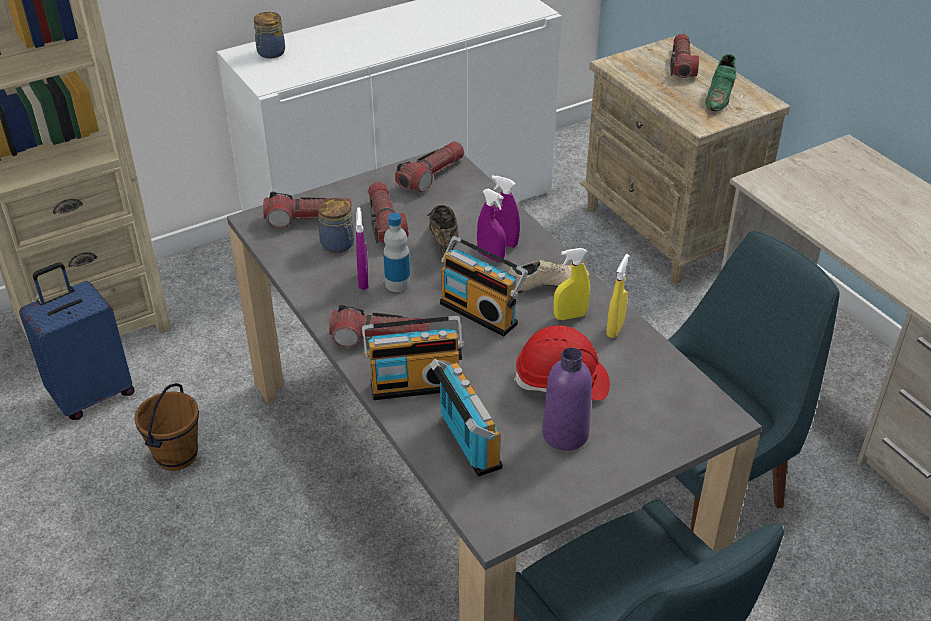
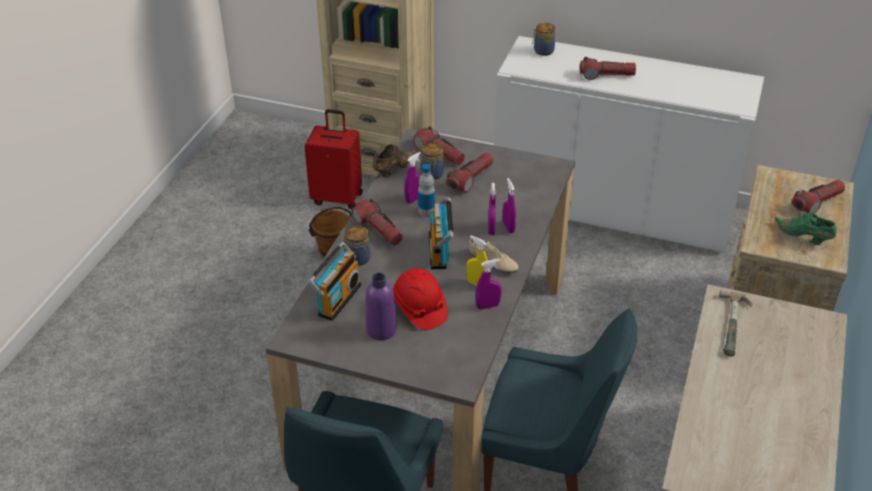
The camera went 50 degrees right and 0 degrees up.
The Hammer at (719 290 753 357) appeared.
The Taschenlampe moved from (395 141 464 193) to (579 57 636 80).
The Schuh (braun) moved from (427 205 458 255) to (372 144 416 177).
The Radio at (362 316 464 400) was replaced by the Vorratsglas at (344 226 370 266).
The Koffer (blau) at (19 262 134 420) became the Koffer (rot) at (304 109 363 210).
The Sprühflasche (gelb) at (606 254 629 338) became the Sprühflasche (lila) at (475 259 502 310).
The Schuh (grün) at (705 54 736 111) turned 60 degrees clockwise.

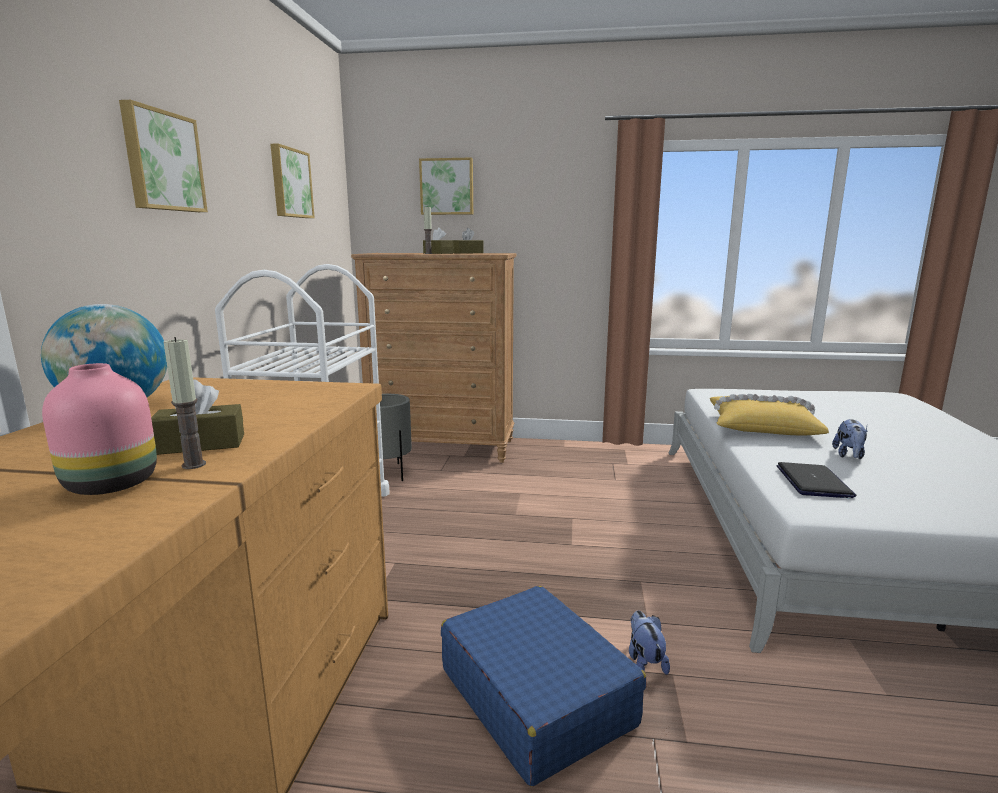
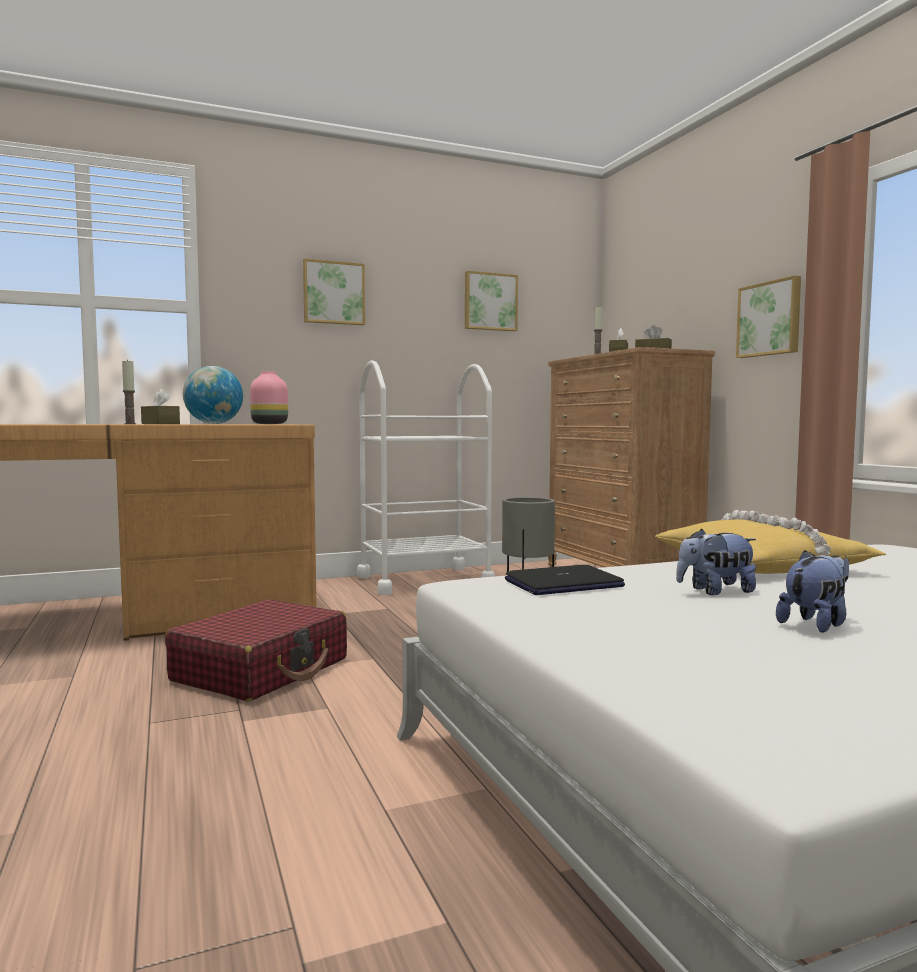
The camera went 60 degrees right and 10 degrees down.
The Vase (rosa) moved from (42 363 157 495) to (250 371 288 424).
The Bild moved from (419 158 473 215) to (736 275 801 358).
The Plüschtier moved from (629 610 670 675) to (776 550 849 632).
The Koffer (blau) at (441 586 647 787) became the Koffer (rot) at (165 599 347 701).

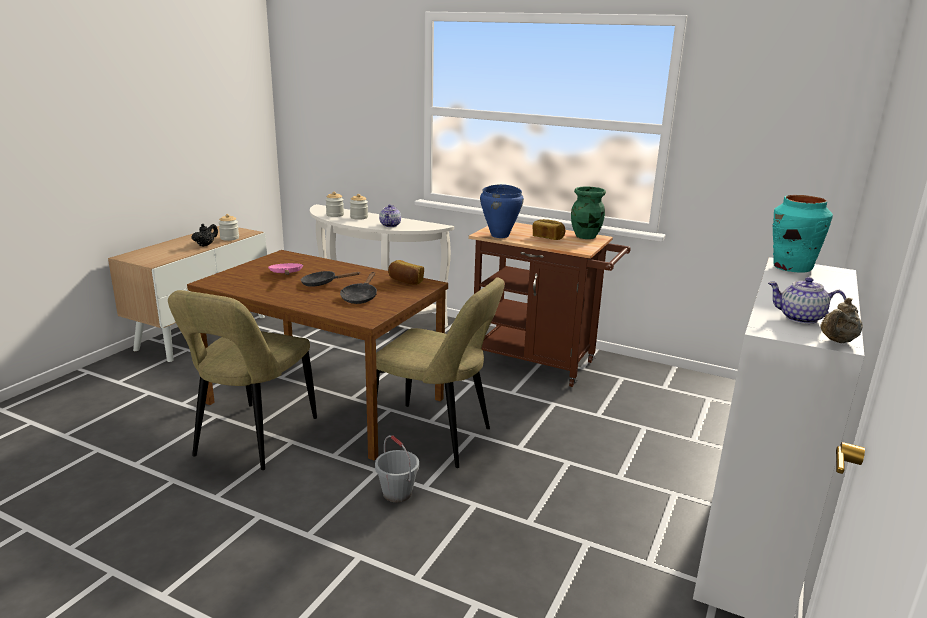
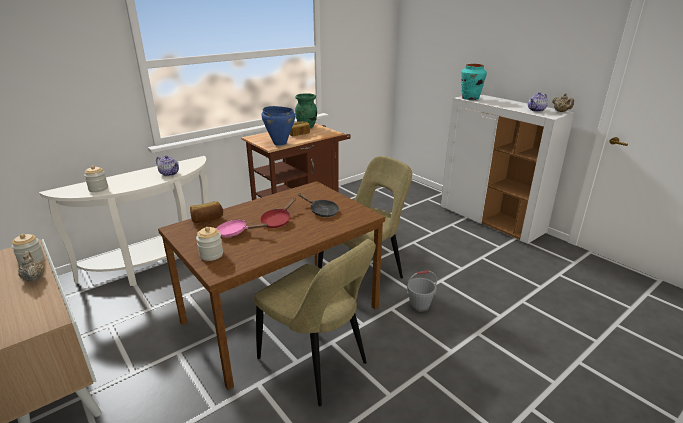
The camera went 65 degrees left and 5 degrees up.
The Vorratsglas moved from (350 194 368 220) to (196 227 223 261).
The Brot moved from (388 260 424 285) to (190 201 223 223).
The Teekanne (schwarz) at (192 224 218 247) became the Teekanne (beige) at (18 251 44 282).
The Pfanne (schwarz) at (301 271 360 287) became the Pfanne (rot) at (260 198 296 228).

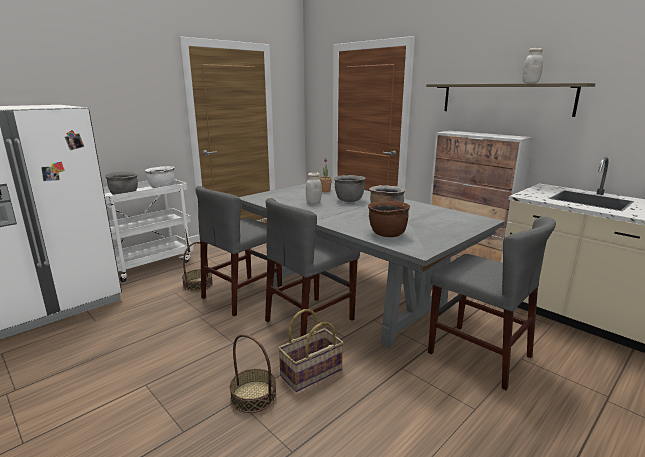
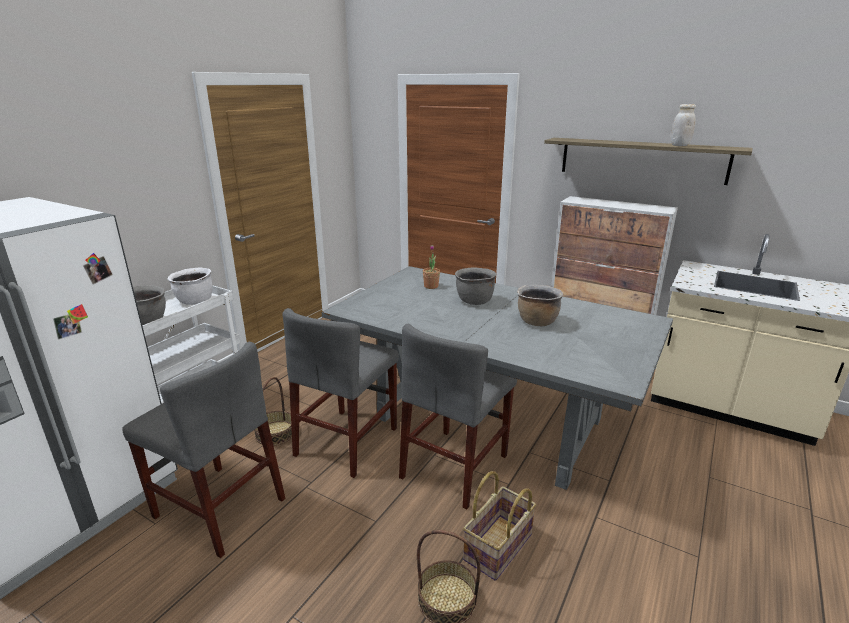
The camera went 15 degrees left and 5 degrees up.
The Vorratsglas (weiß) at (306 172 322 204) disappeared.
The Kochtopf (braun) at (368 201 410 237) disappeared.
The Stuhl (grau) moved from (428 217 556 390) to (122 342 285 558).

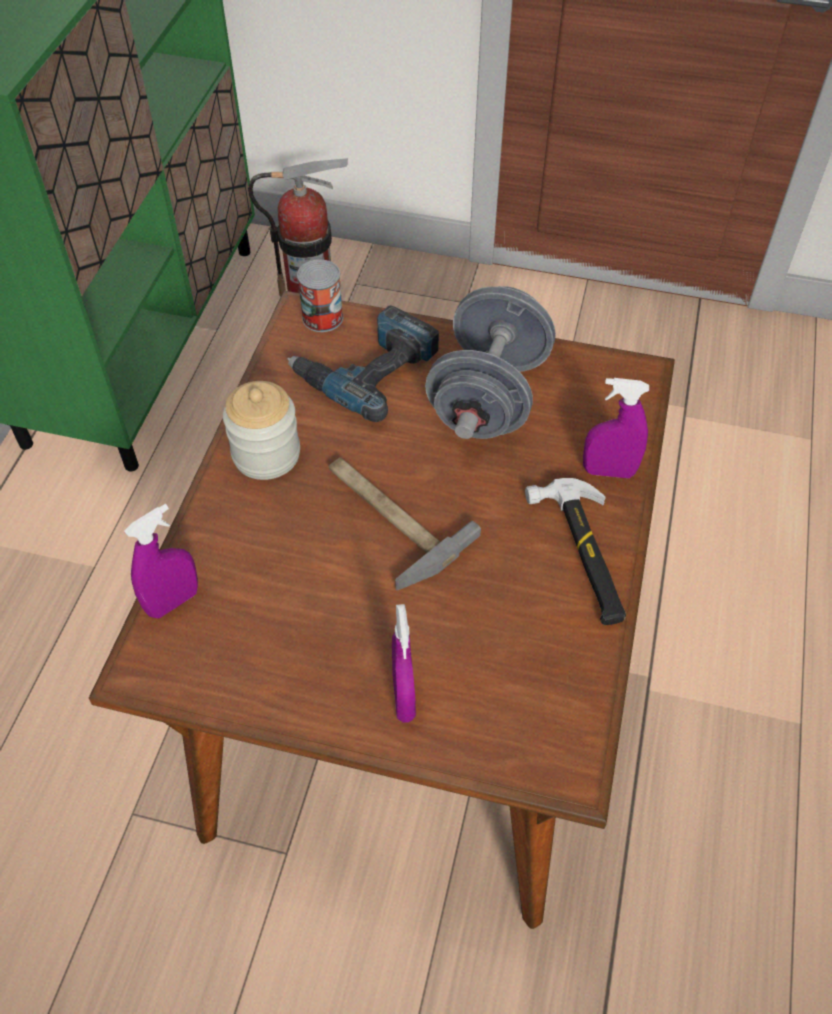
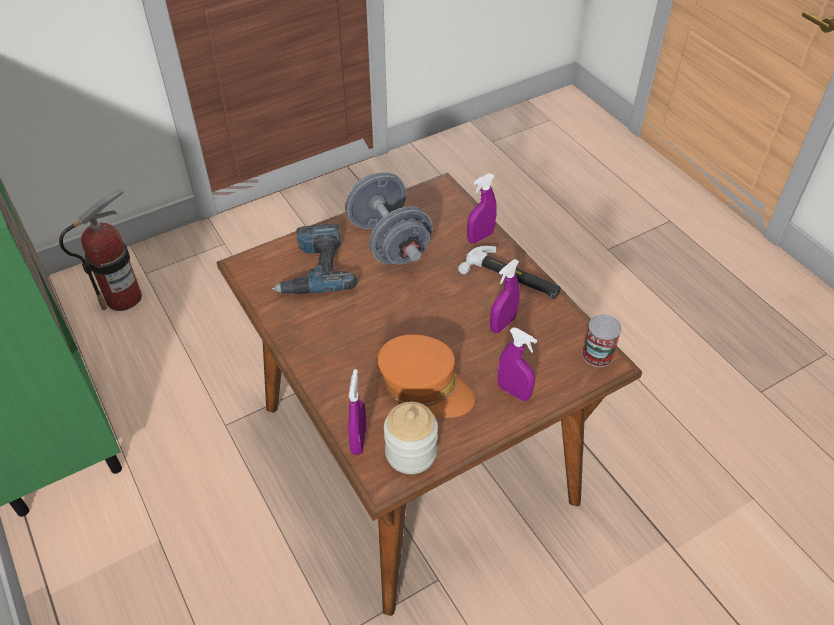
The camera went 45 degrees left and 5 degrees down.
The Hammer at (329 457 481 590) disappeared.
The Kappe (orange) at (378 334 475 418) appeared.
The Sprühflasche (lila) at (490 259 520 333) appeared.
The Vorratsglas moved from (223 381 300 480) to (384 402 438 474).
The Dose moved from (297 259 343 332) to (582 315 622 367).

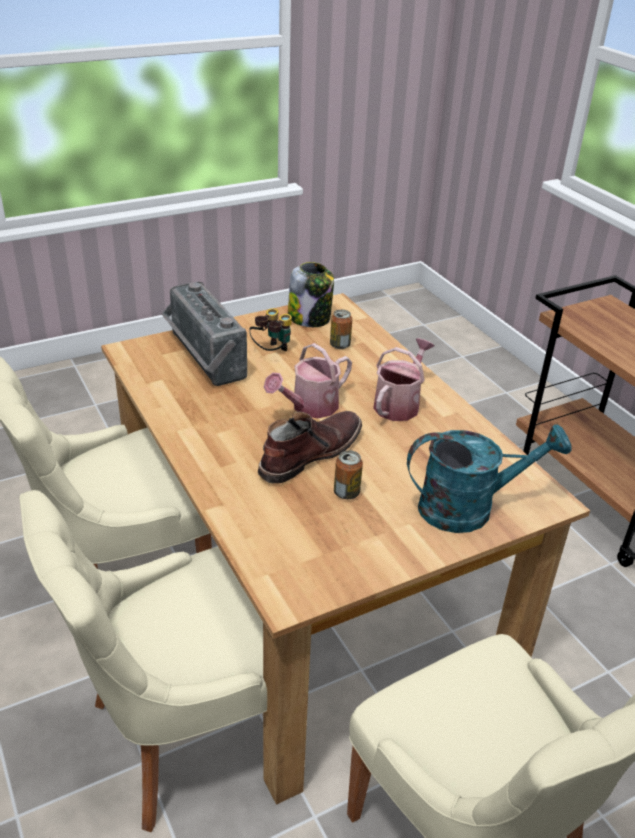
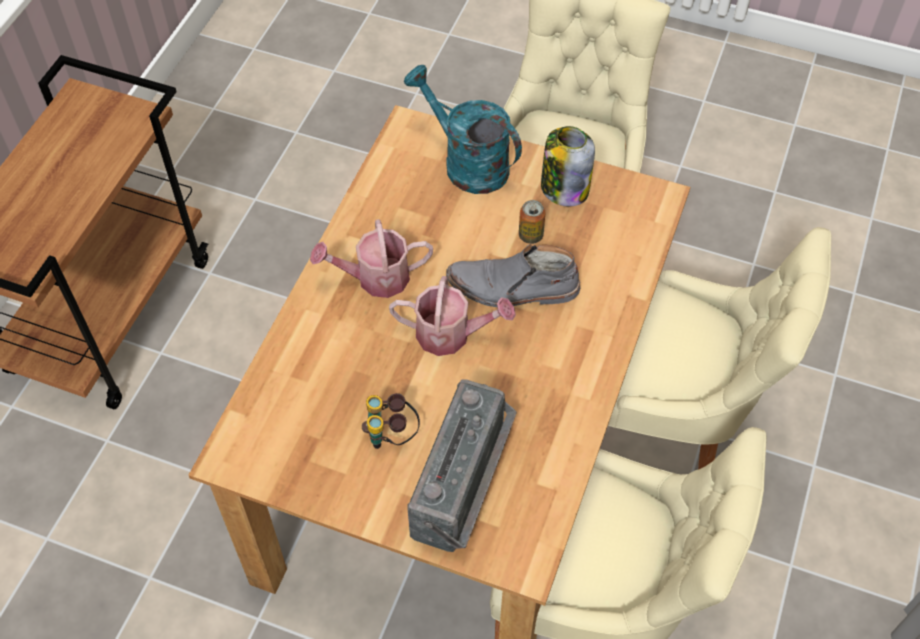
The camera went 130 degrees left and 20 degrees up.
The Dose at (330 309 352 349) disappeared.
The Vorratsglas moved from (288 262 334 327) to (541 126 595 207).
The Stiefel (braun) at (258 411 362 484) became the Stiefel (grau) at (446 244 580 307).

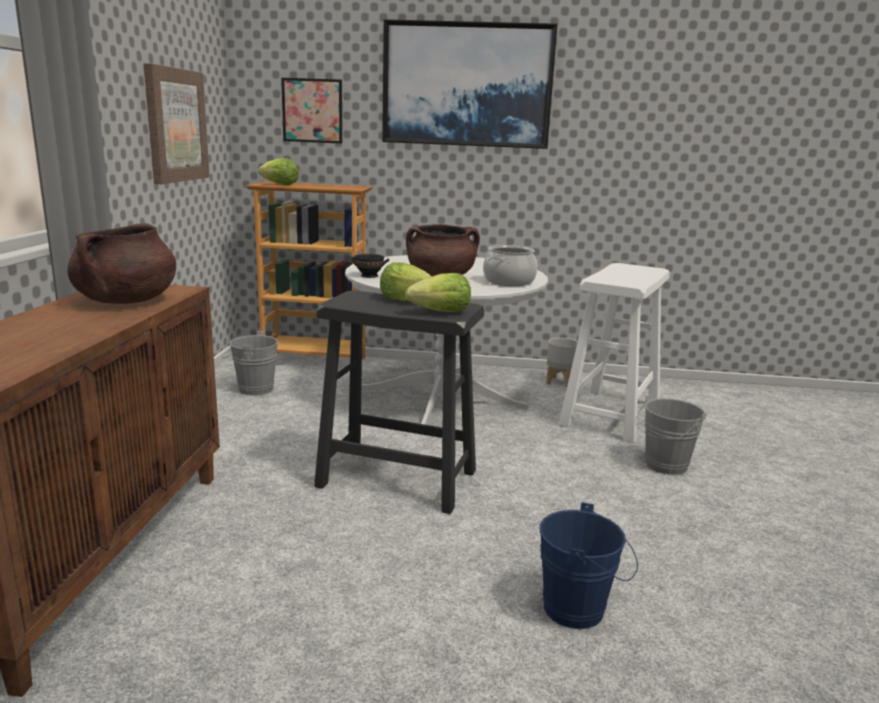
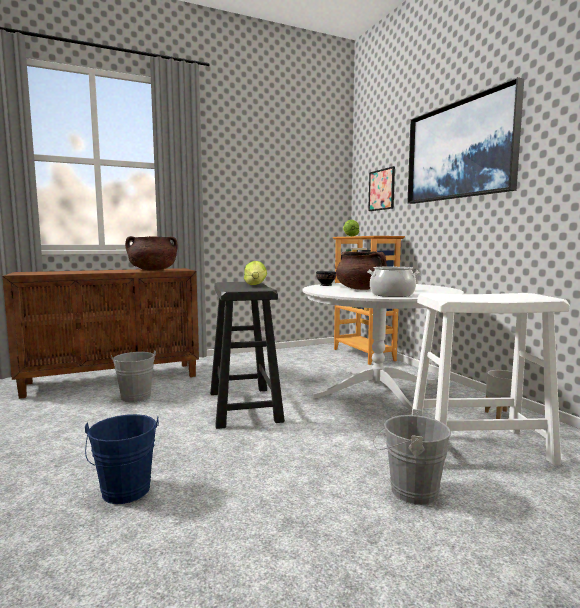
The camera went 60 degrees right and 10 degrees down.
The Bild at (144 63 210 184) disappeared.
The Salatkopf at (405 273 471 312) disappeared.
The Eimer (grau) moved from (222 331 278 396) to (111 350 156 402).

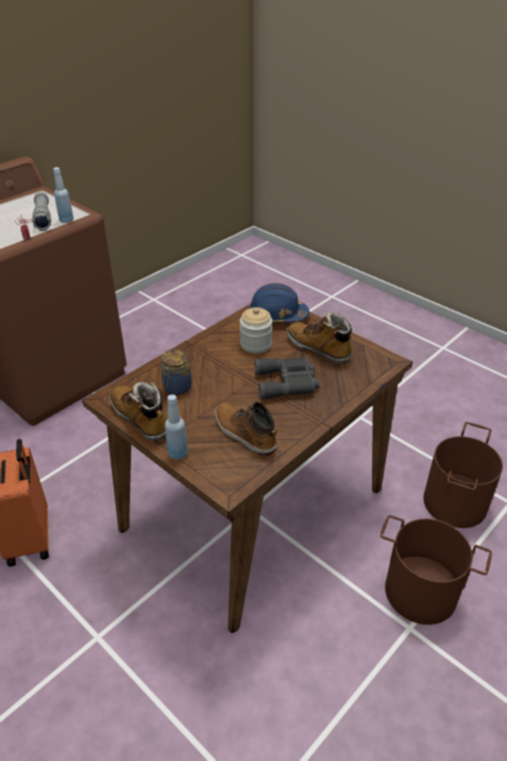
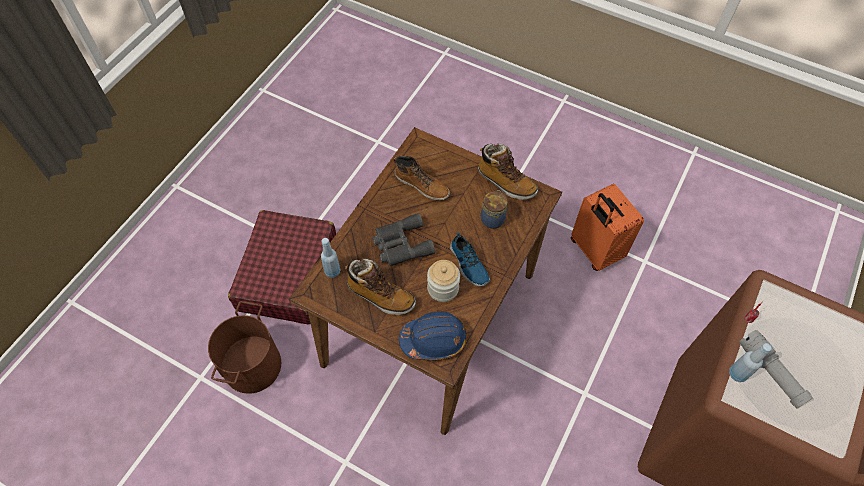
The camera went 165 degrees right and 20 degrees up.
The Schuh at (450 232 490 287) appeared.
The Flasche (blau) moved from (165 394 188 460) to (321 238 341 278).
The Eimer (braun) at (380 515 492 625) was replaced by the Koffer (rot) at (228 210 336 325).

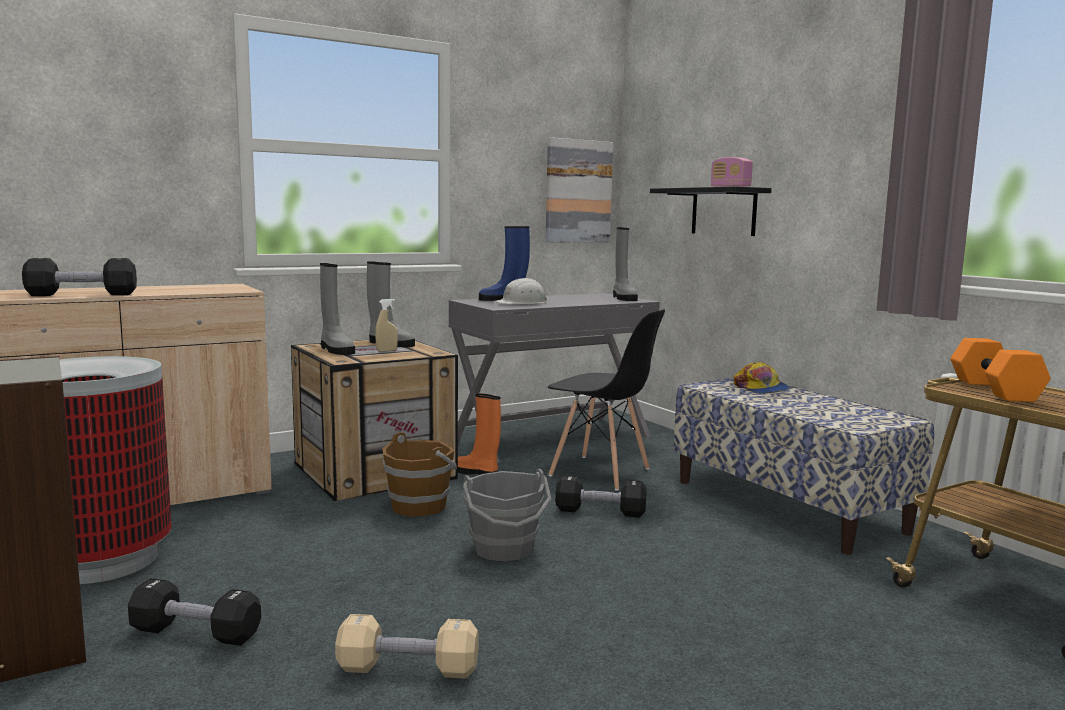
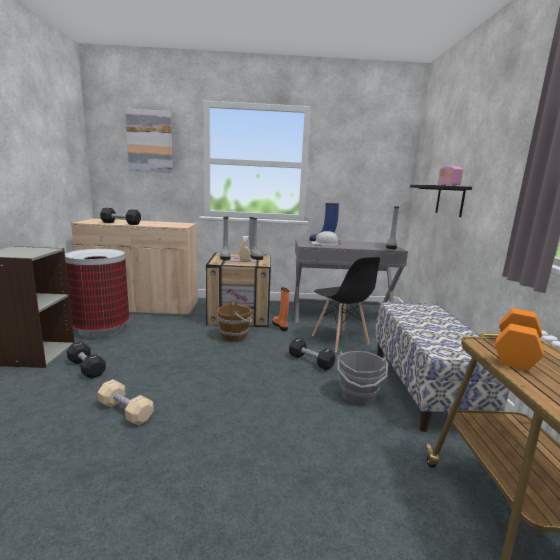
The camera went 30 degrees right and 5 degrees up.
The Kappe at (733 362 789 394) disappeared.
The Eimer (grau) moved from (463 469 552 561) to (337 351 388 405).
The Bild moved from (546 137 613 242) to (125 109 173 173).

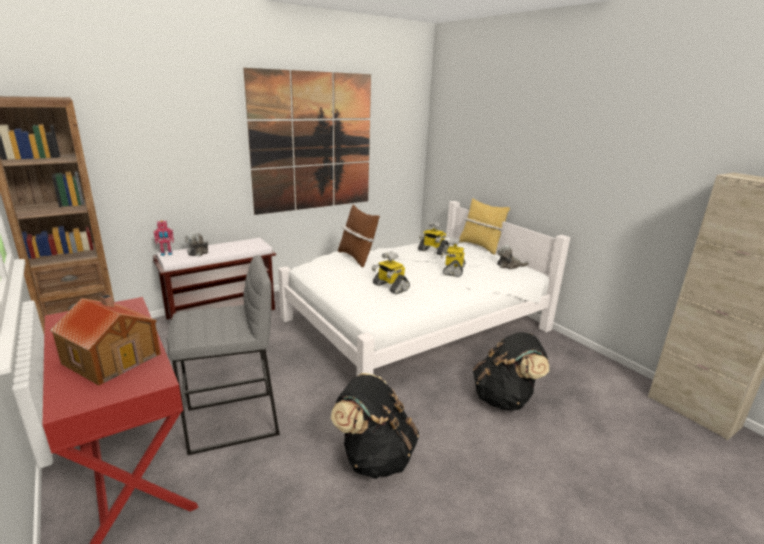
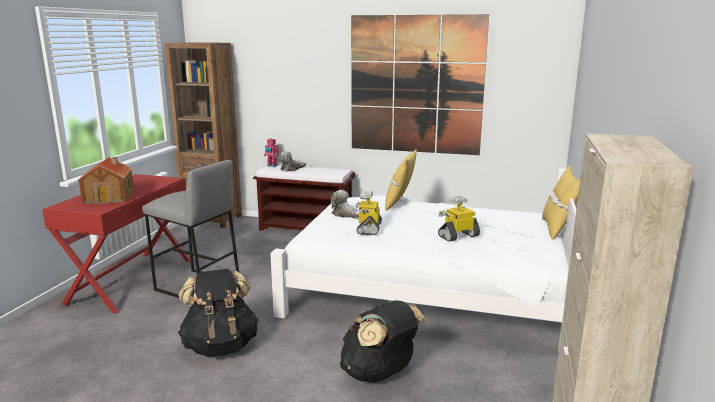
The camera went 50 degrees right and 5 degrees down.
The Spielzeugroboter at (418 222 449 255) disappeared.
The Plüschtier moved from (497 245 529 269) to (331 190 359 219).
The Kissen (braun) at (338 204 380 267) became the Kissen (gelb) at (385 149 417 211).

